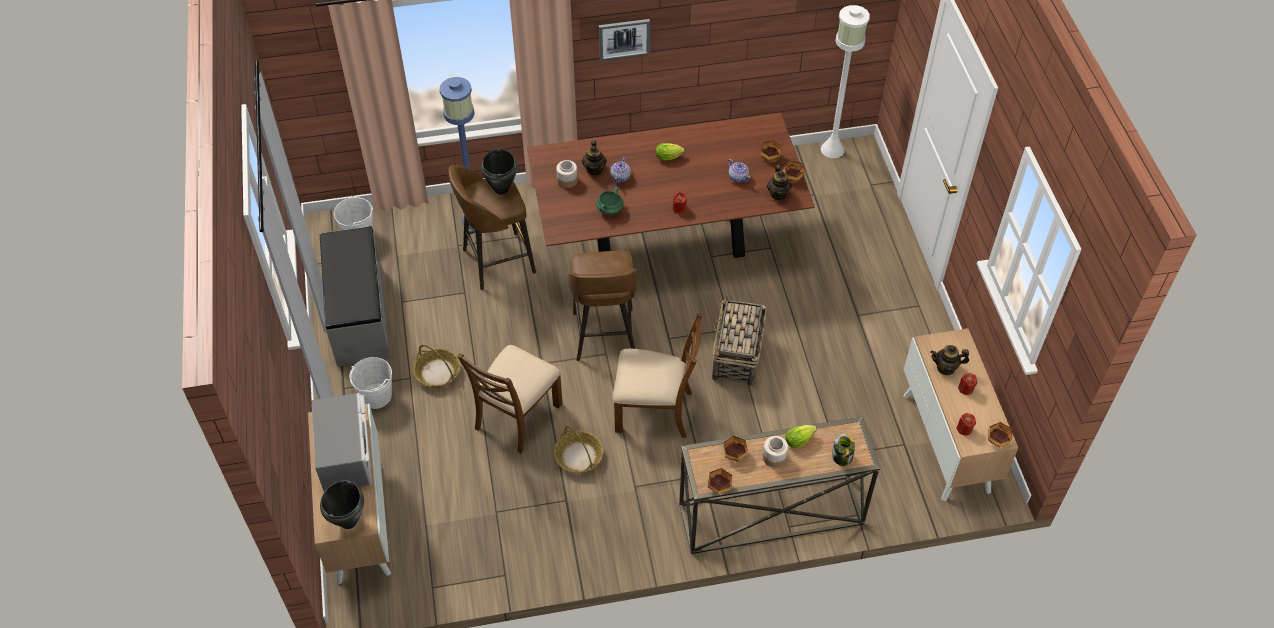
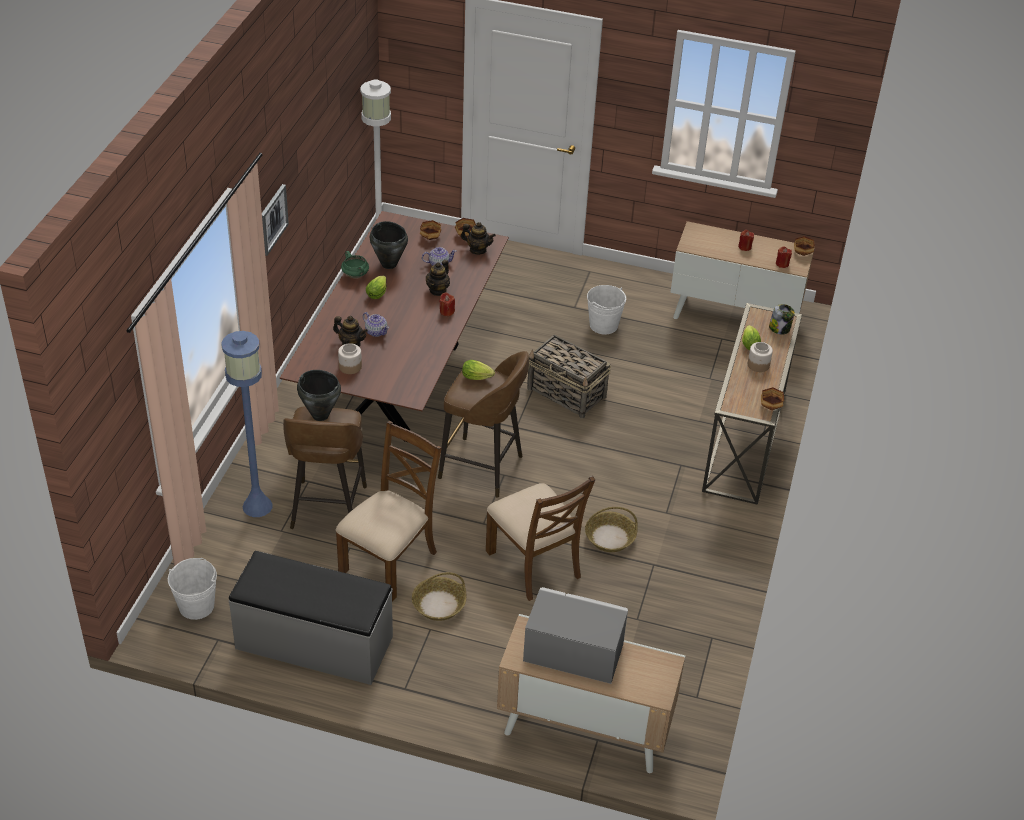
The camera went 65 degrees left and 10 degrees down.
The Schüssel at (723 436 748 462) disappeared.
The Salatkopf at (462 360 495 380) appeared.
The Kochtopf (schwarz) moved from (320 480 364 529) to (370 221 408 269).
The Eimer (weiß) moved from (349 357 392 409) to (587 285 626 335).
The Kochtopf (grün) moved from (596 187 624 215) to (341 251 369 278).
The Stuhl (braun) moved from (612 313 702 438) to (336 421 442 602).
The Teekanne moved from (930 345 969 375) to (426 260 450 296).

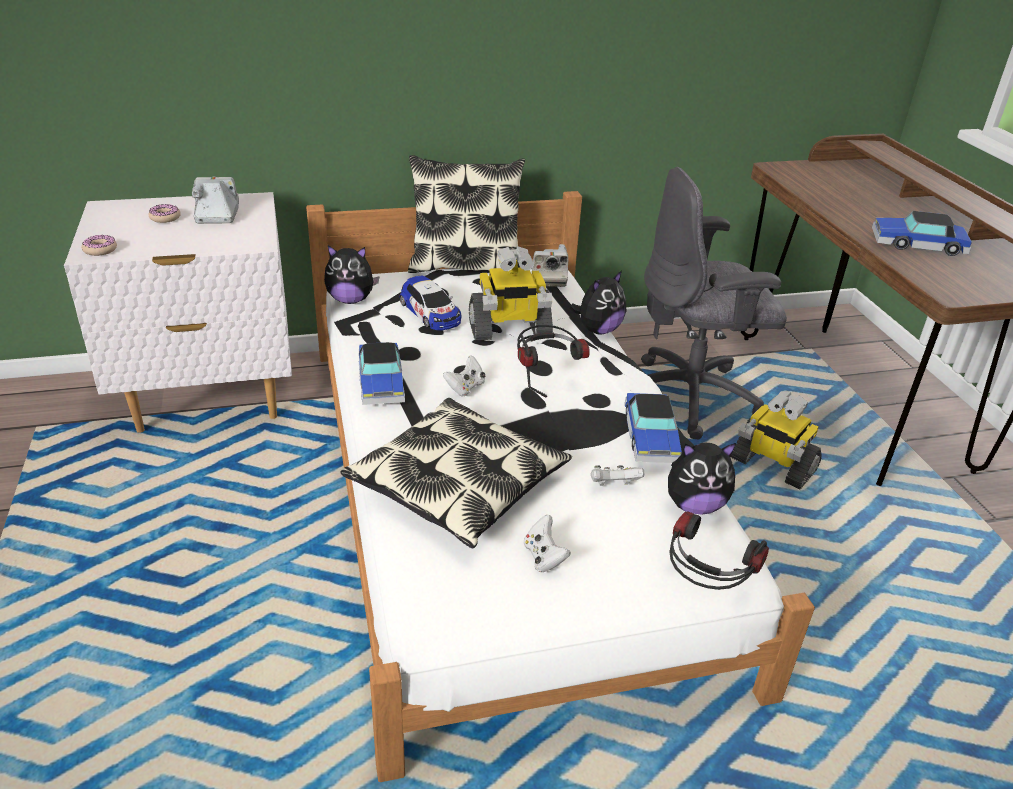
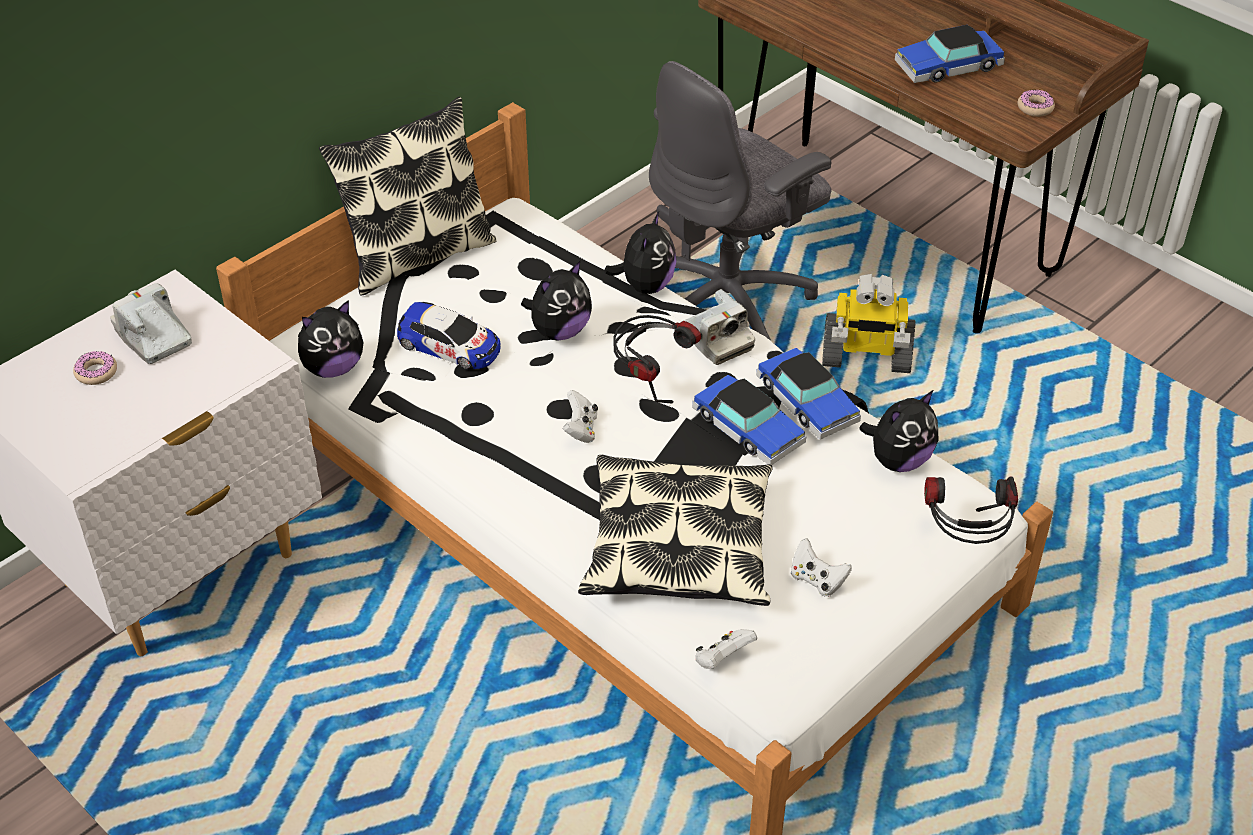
The camera went 30 degrees left and 10 degrees up.
The Donut moved from (81 235 117 256) to (1018 89 1055 117).
The Spielzeugauto moved from (359 342 405 405) to (692 375 806 465).
The Kamera moved from (532 244 568 287) to (684 289 755 365).
The Gamepad (weiß) moved from (591 465 644 486) to (695 629 757 669).
The Spielzeugroboter at (469 246 553 341) was replaced by the Plüschtier at (521 261 592 341).

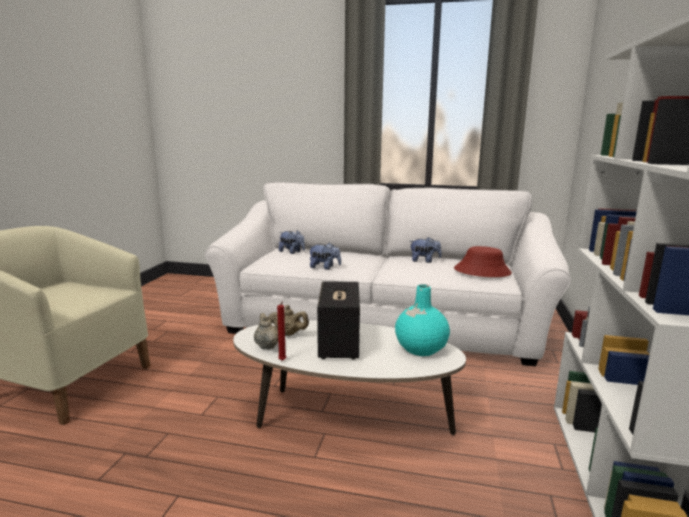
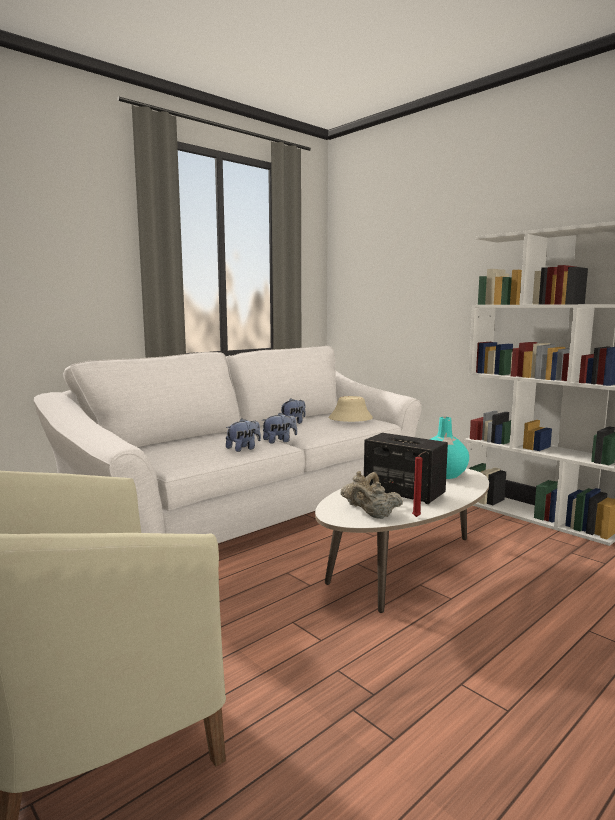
The camera went 55 degrees left and 5 degrees down.
The Plüschtier moved from (279 230 305 254) to (262 413 297 443).
The Hut (rot) at (454 246 512 277) became the Hut (beige) at (329 396 373 422).

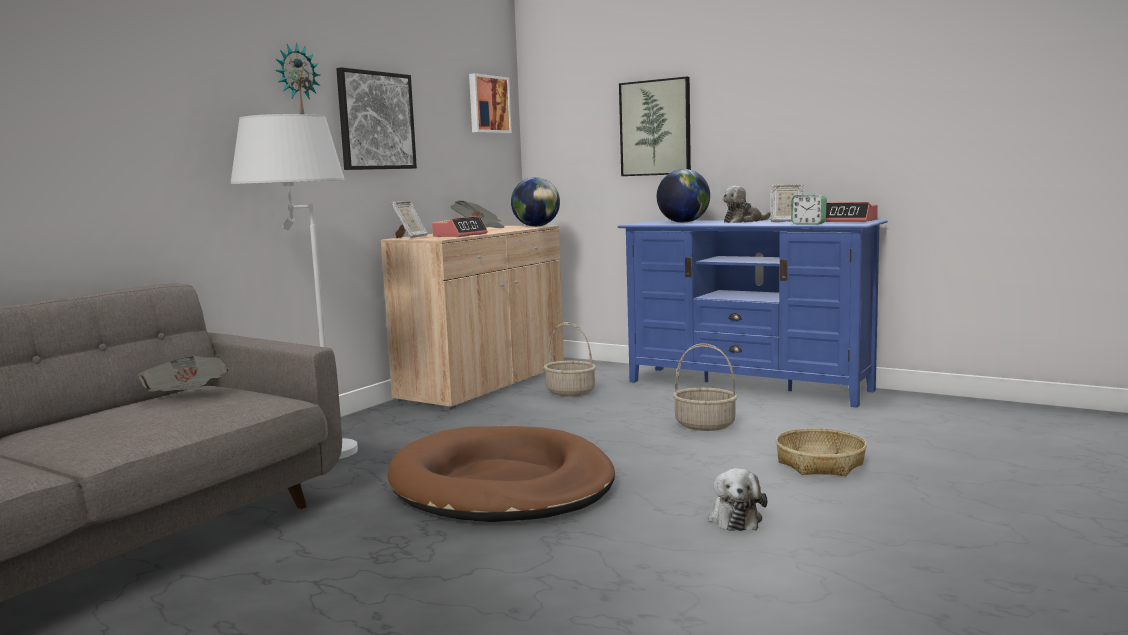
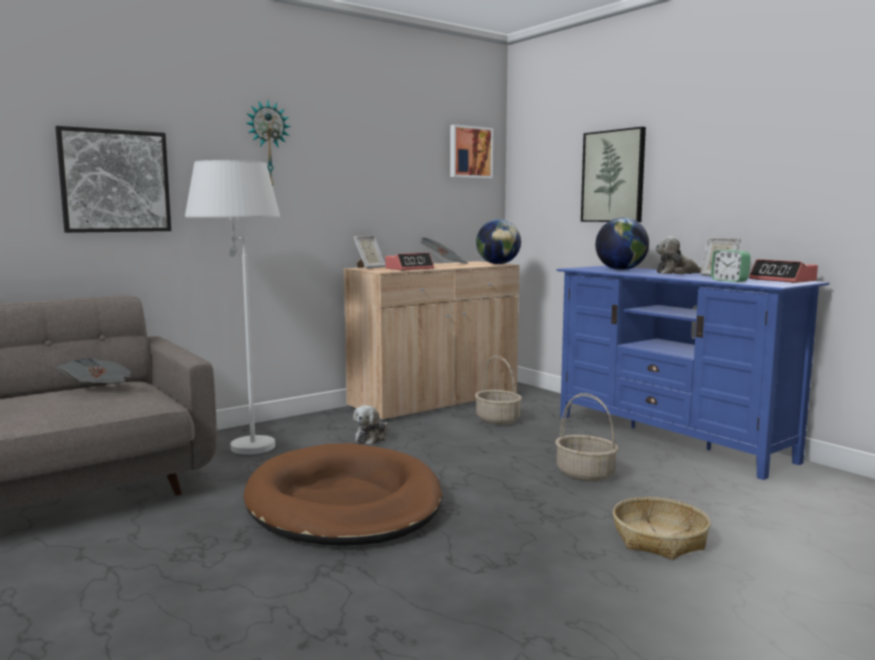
The camera went 20 degrees right and 0 degrees up.
The Bild moved from (336 67 417 170) to (55 126 171 233).
The Plüschtier moved from (708 468 767 531) to (353 405 388 445).

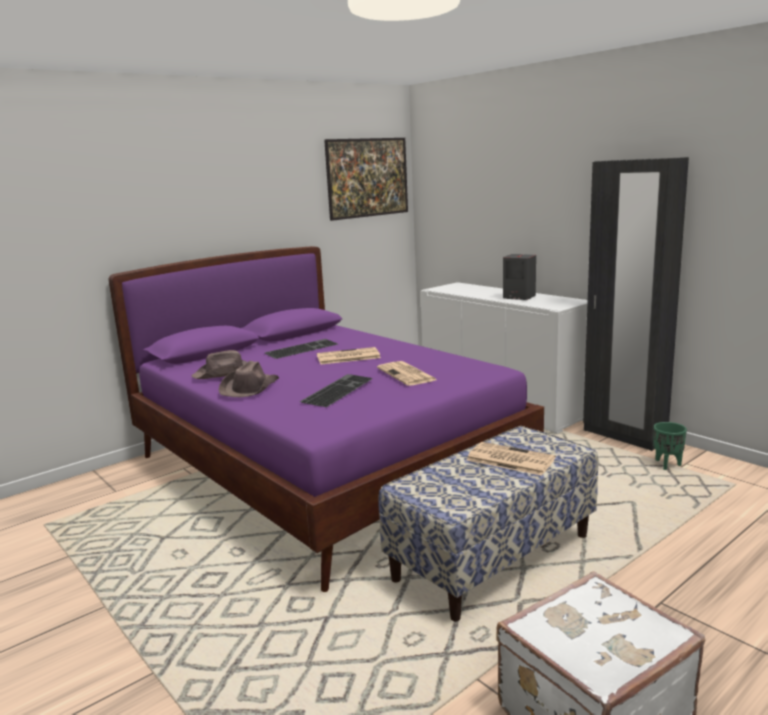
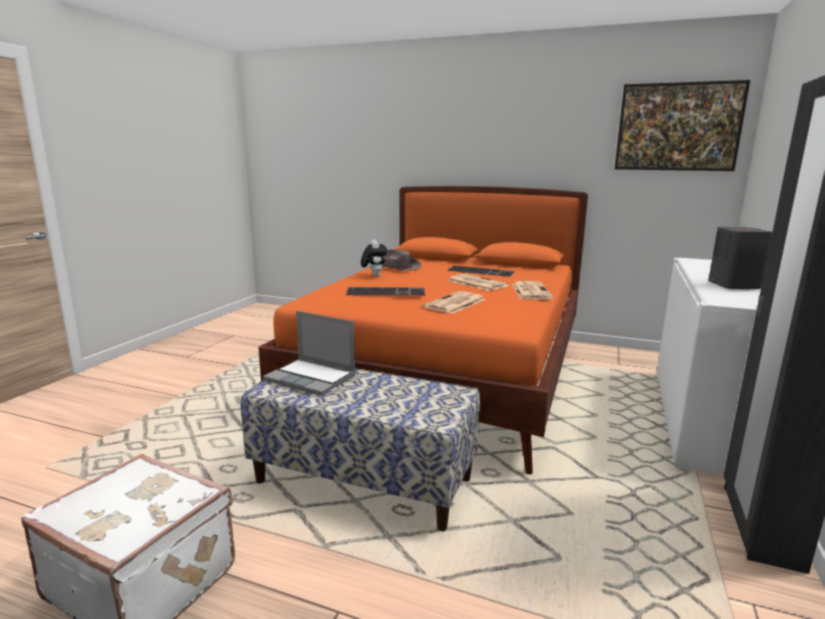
The camera went 60 degrees right and 0 degrees up.
The Pflanzkübel (grün) at (653 422 687 470) disappeared.
The Laptop at (263 311 356 396) appeared.
The Zeitung moved from (467 442 556 476) to (512 281 553 300).
The Hut (braun) at (219 361 279 397) was replaced by the Plüschtier at (361 240 388 277).
The Bett (lila) at (109 246 544 592) became the Bett (orange) at (258 186 588 474).

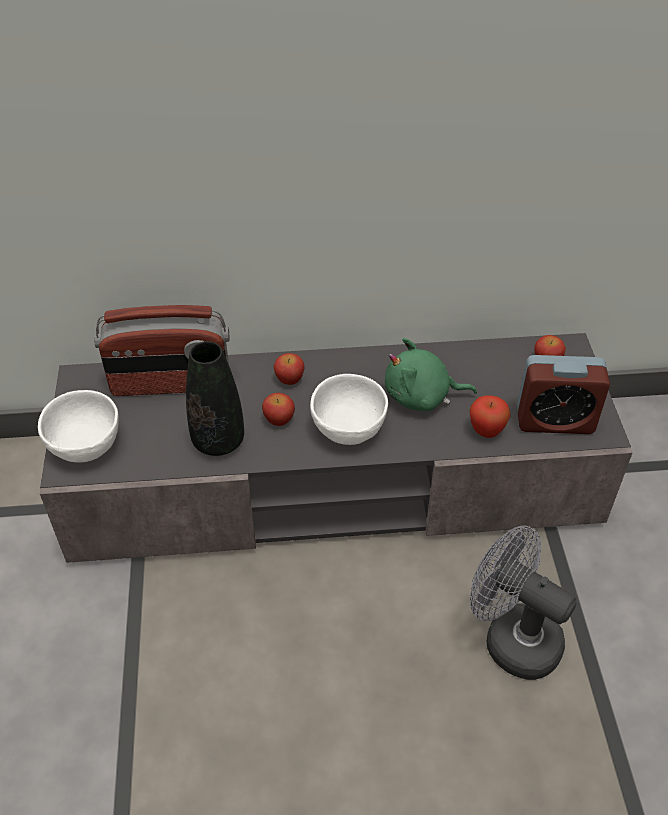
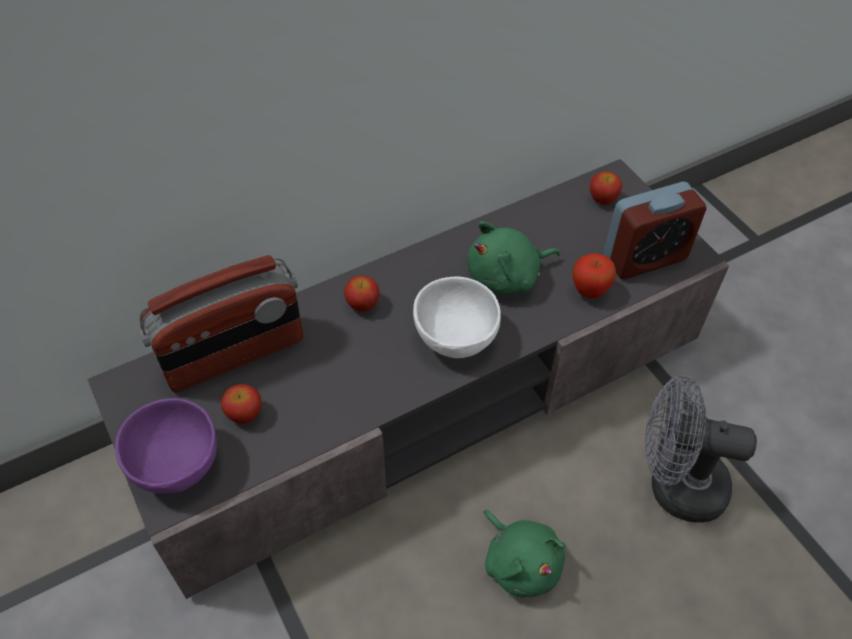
The camera went 25 degrees left and 5 degrees up.
The Vase (schwarz) at (186 341 244 456) disappeared.
The Plüschtier (grün) at (484 510 565 598) appeared.
The Apfel moved from (262 393 295 426) to (221 384 262 424).
The Schüssel (weiß) at (38 390 119 463) became the Schüssel (lila) at (115 398 217 494).

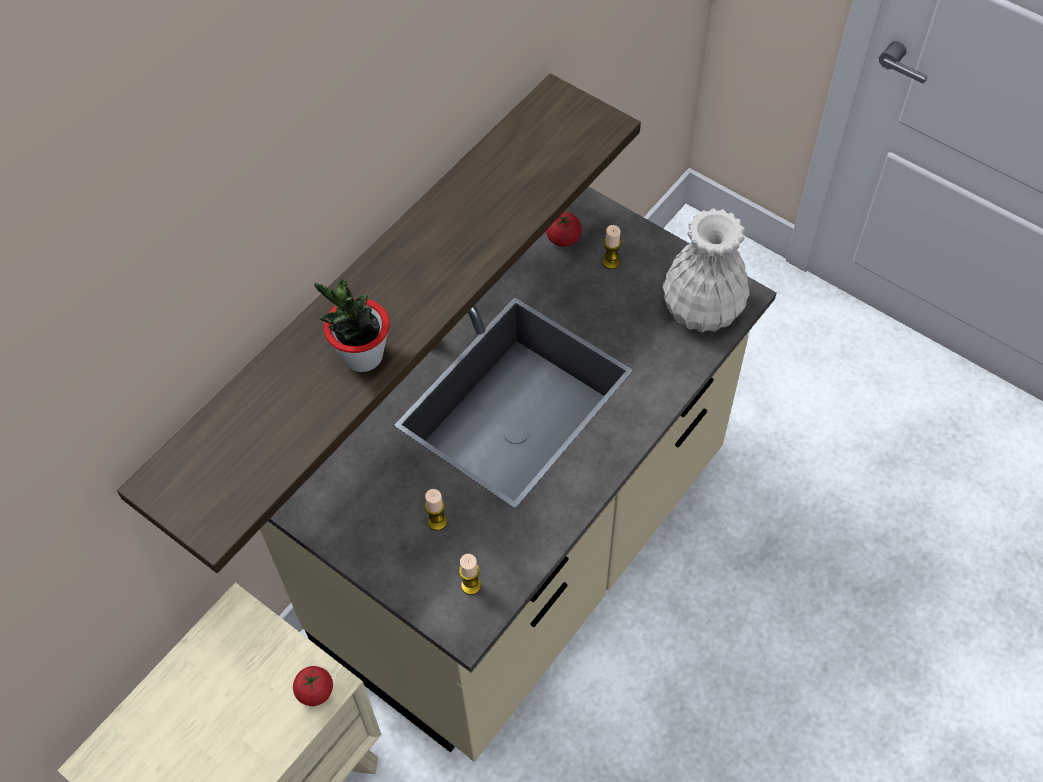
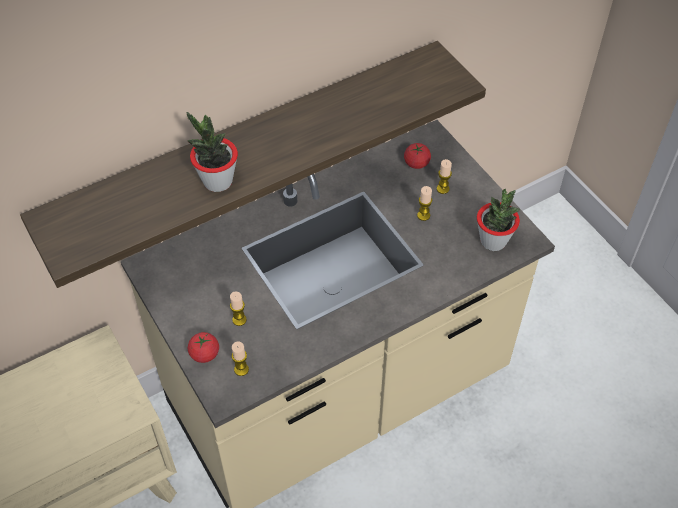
The camera went 20 degrees right and 5 degrees down.
The Kerze at (417 186 432 221) appeared.
The Tomate moved from (293 666 333 706) to (188 332 219 363).
The Vase (weiß) at (663 208 750 332) was replaced by the Topfpflanze at (477 189 521 251).

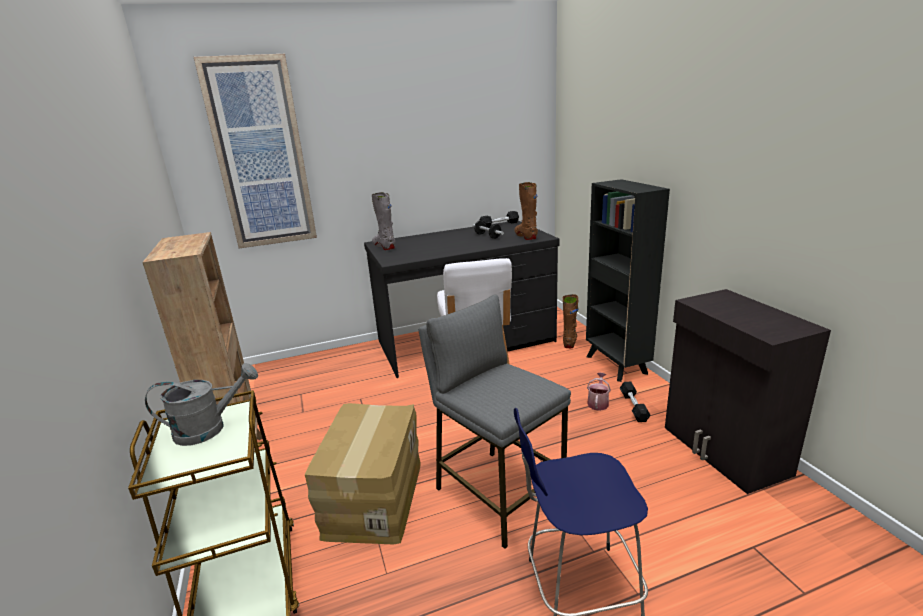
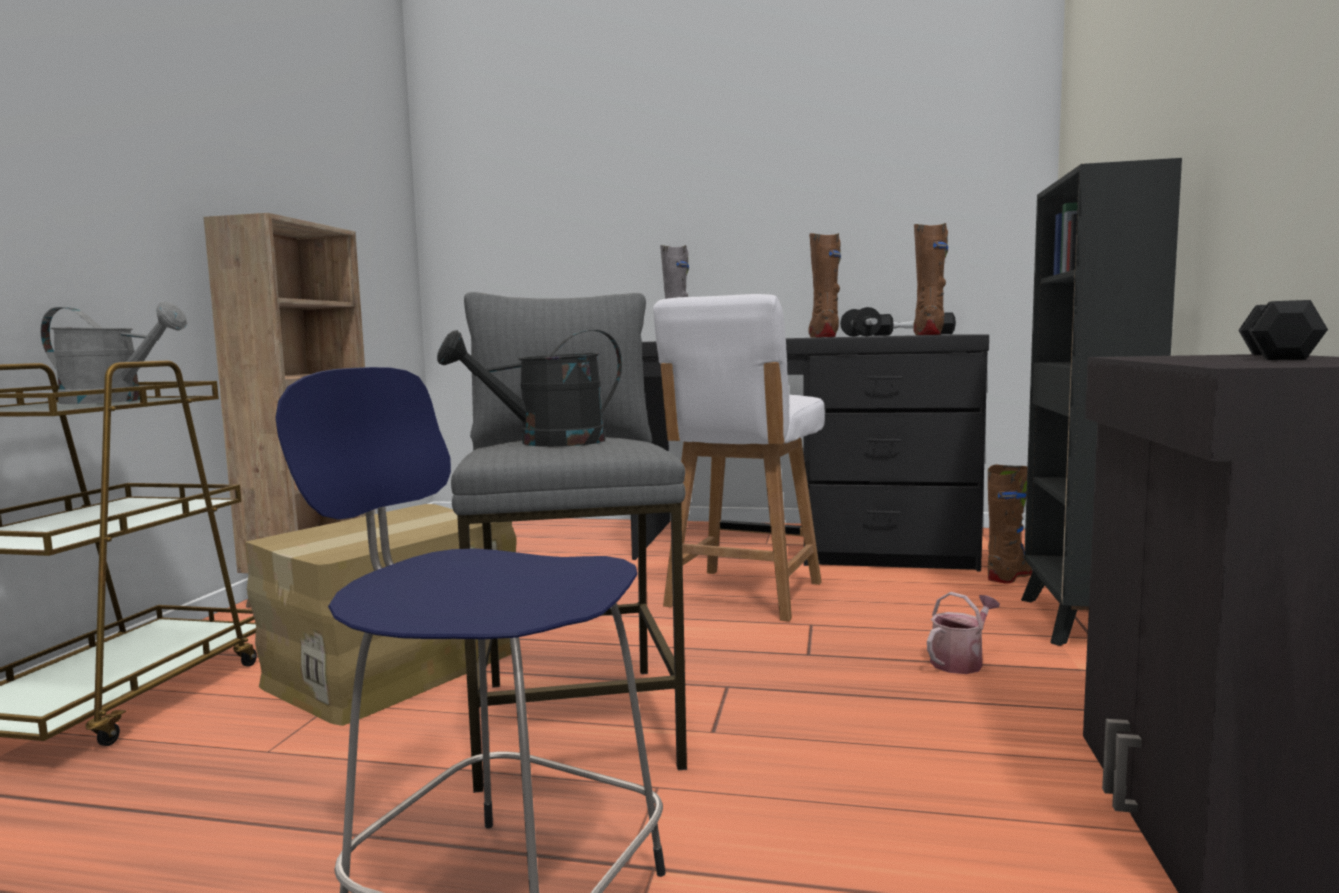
The camera went 30 degrees right and 15 degrees down.
The Bild at (194 54 317 248) disappeared.
The Gießkanne (schwarz) at (437 330 622 447) appeared.
The Stiefel (braun) at (808 233 841 338) appeared.
The Hantel (schwarz) moved from (620 382 651 422) to (1238 300 1328 360).

